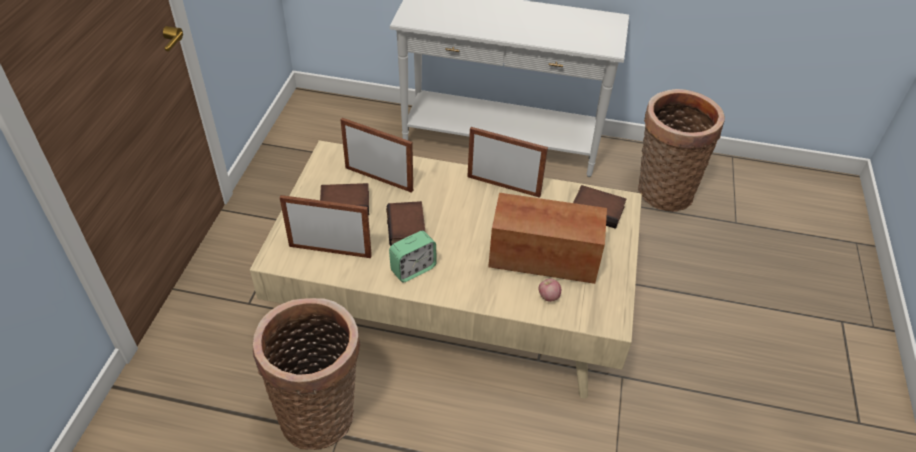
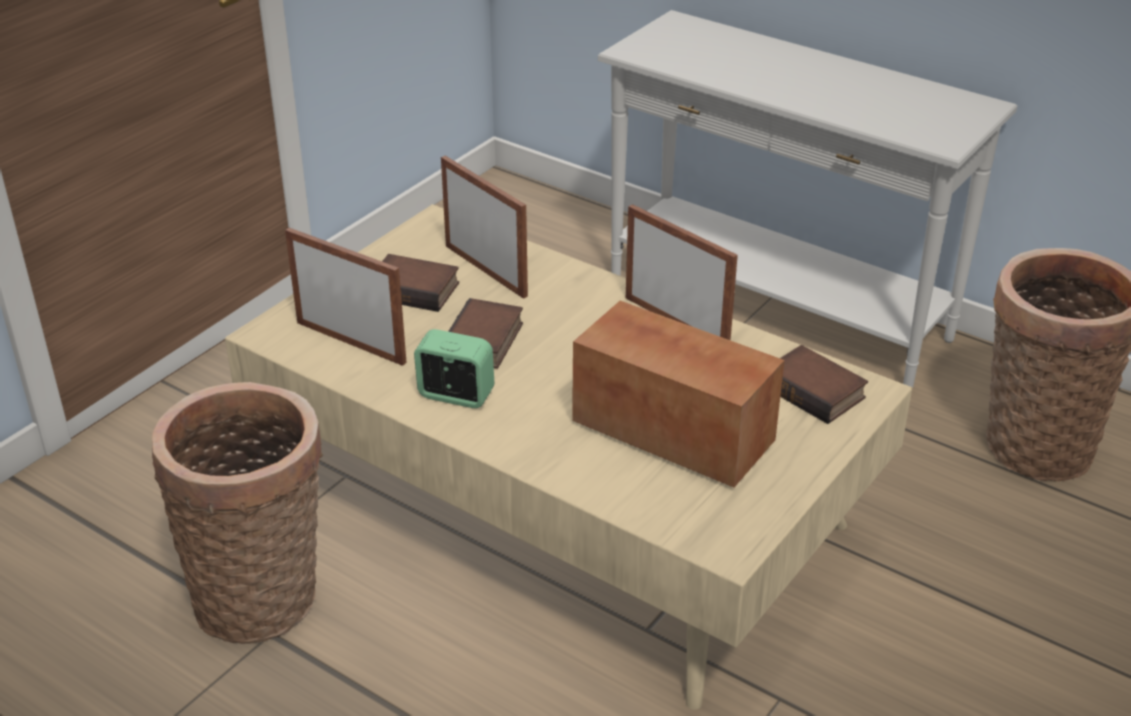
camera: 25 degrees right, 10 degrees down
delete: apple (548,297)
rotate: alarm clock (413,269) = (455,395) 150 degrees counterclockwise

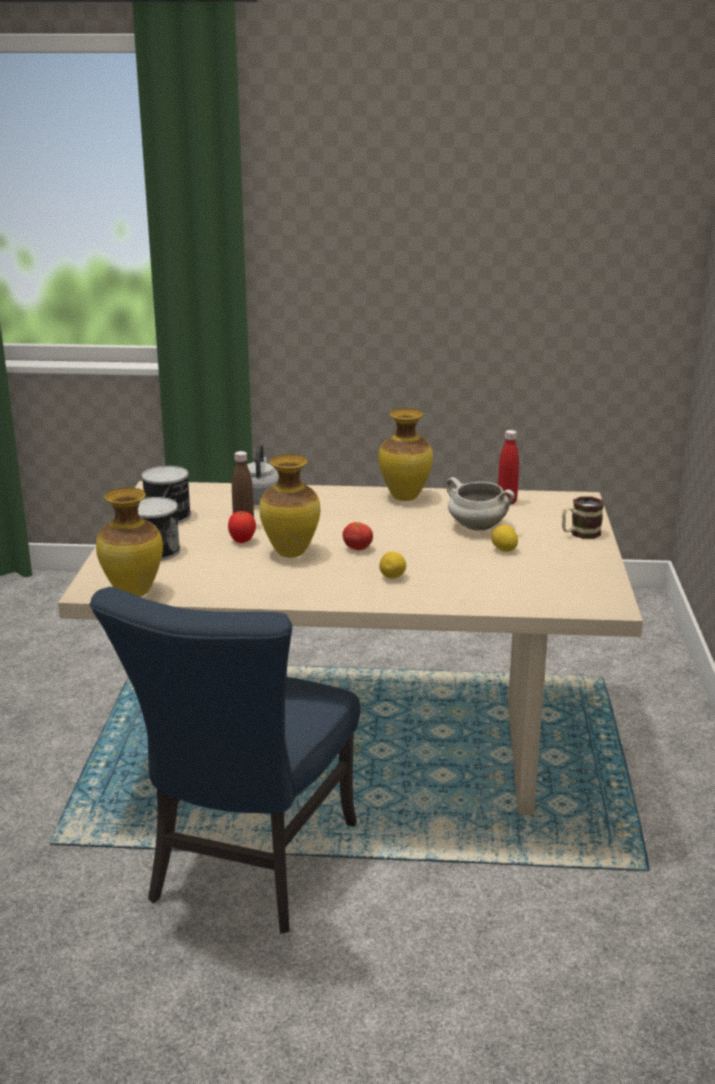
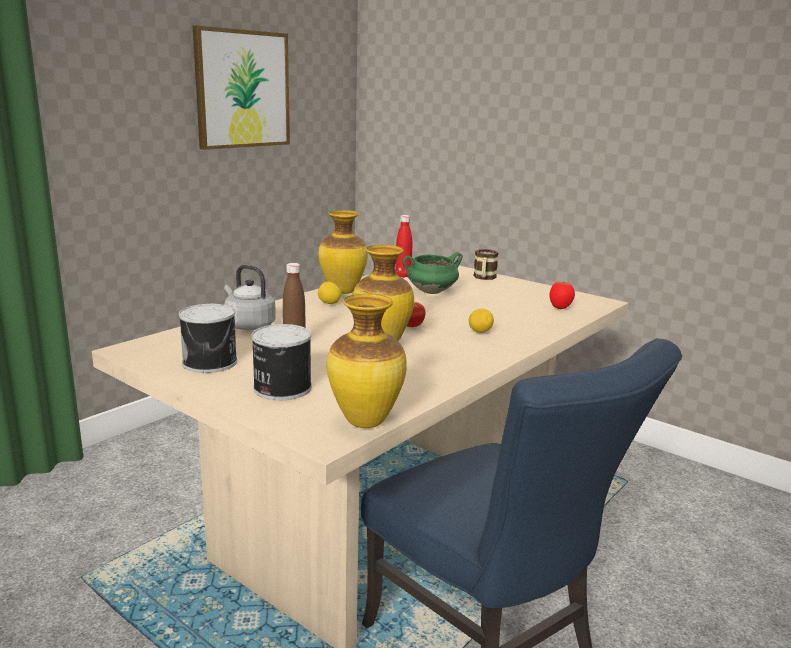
camera: 55 degrees left, 5 degrees down
insert: picture (242,89)
move: lemon (504,550) to (329,303); tomato (242,541) to (560,308)
recolor: white cooking pot (476,527) to green cooking pot (431,292)

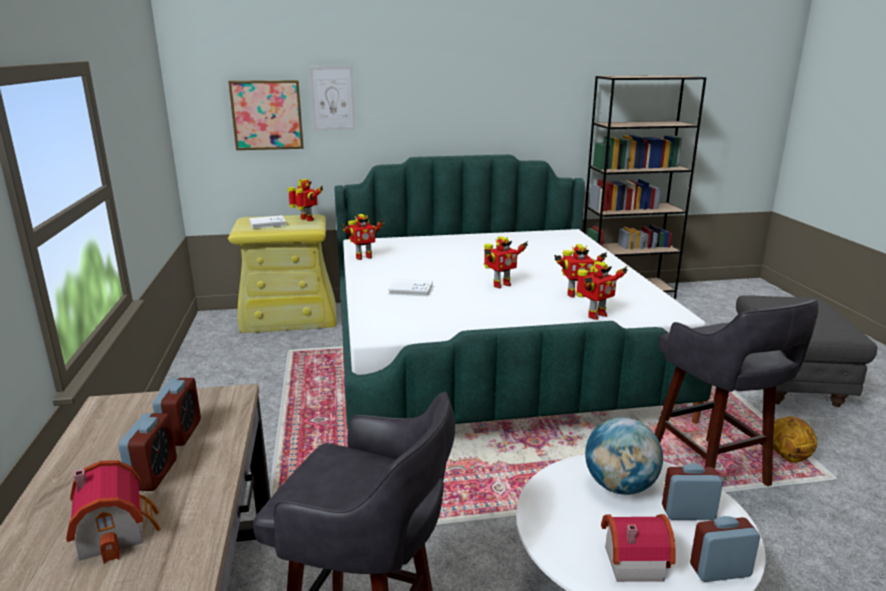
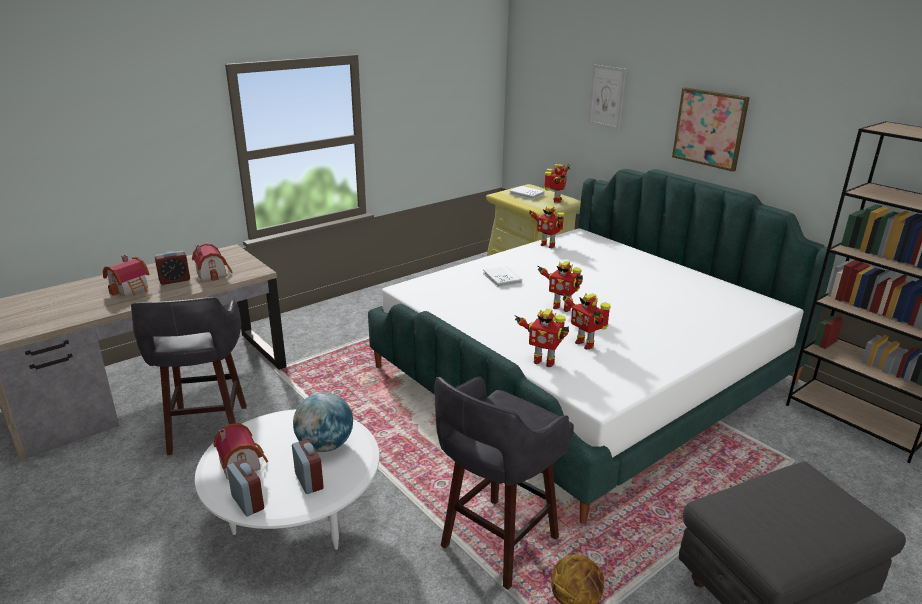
camera: 60 degrees right, 5 degrees up
move: picture (267,115) to (710,128)
replace: alarm clock (181,433) to toy house (213,273)

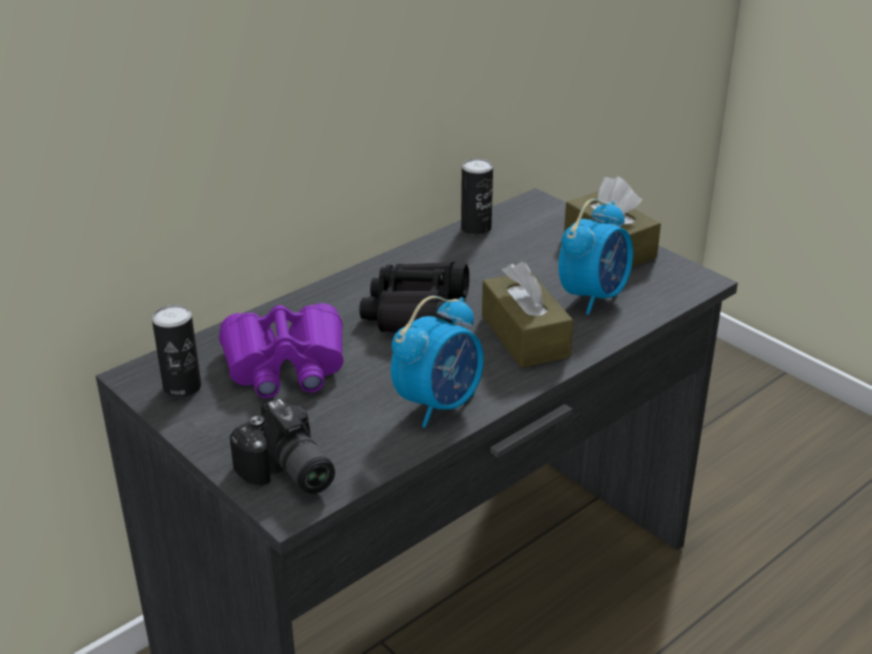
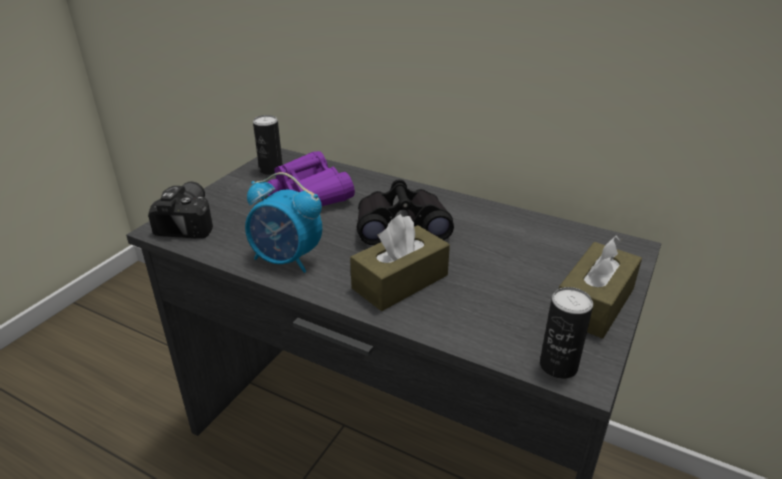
camera: 70 degrees right, 0 degrees up
delete: alarm clock (594,296)
move: can (476,228) to (558,366)
rotate: photo camera (286,474) = (191,221) 150 degrees clockwise

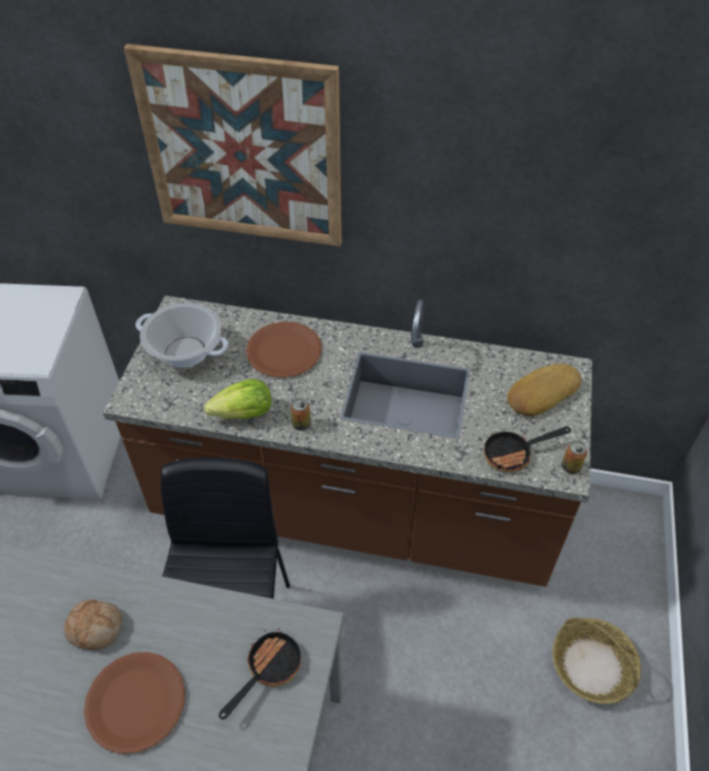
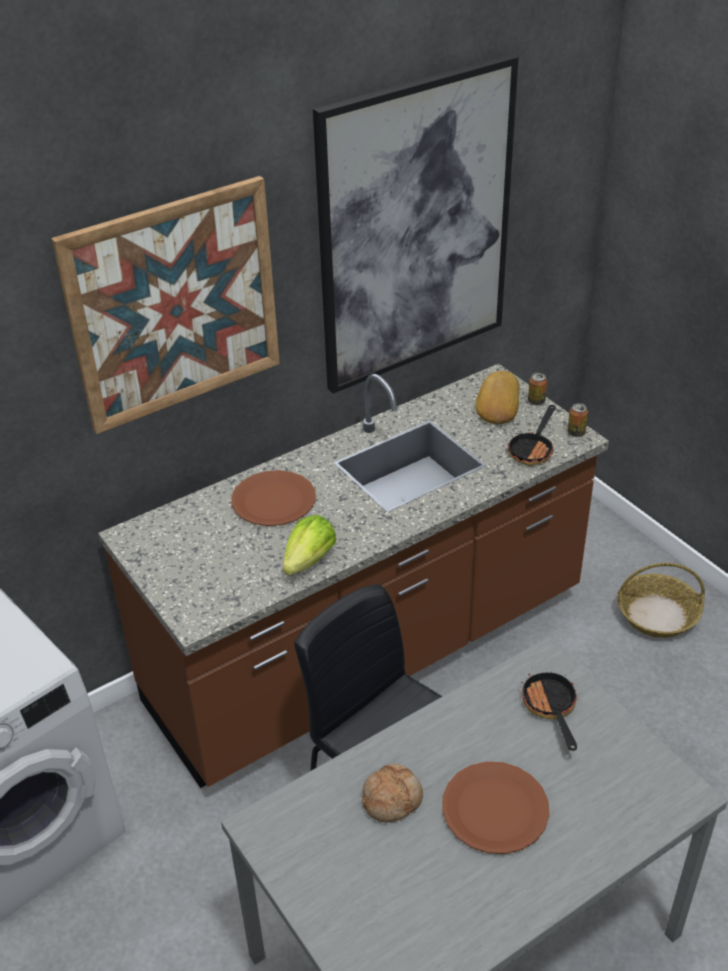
camera: 45 degrees left, 10 degrees down
delete: cooking pot (186,351)
insert: picture (415,228)
move: can (301,424) to (536,401)

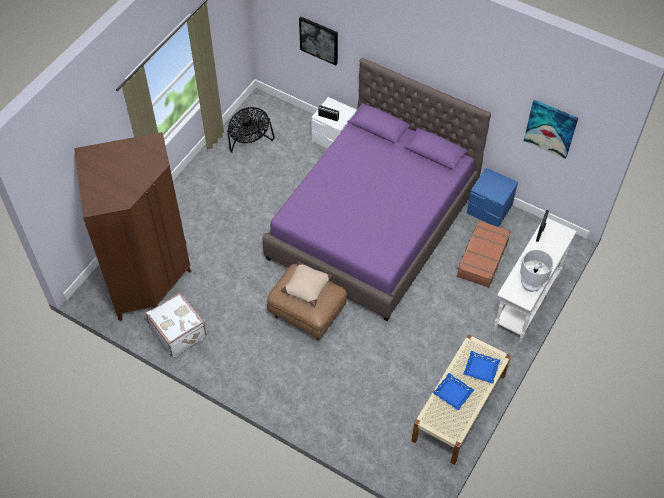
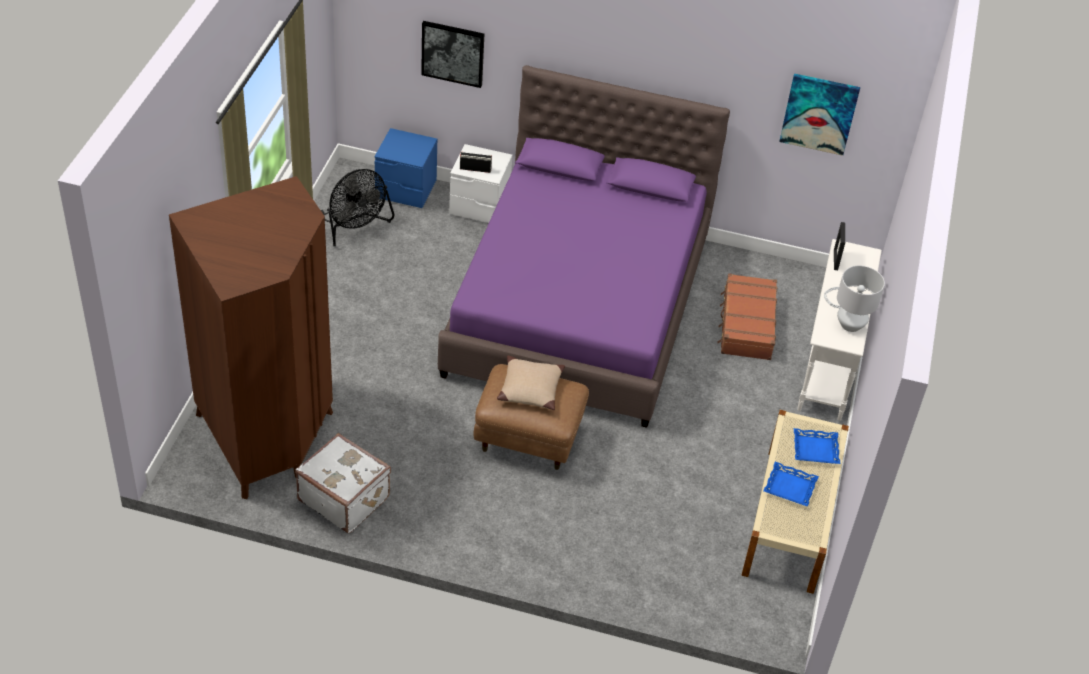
camera: 20 degrees left, 10 degrees down
move: blue nightstand (489,209) to (406,189)

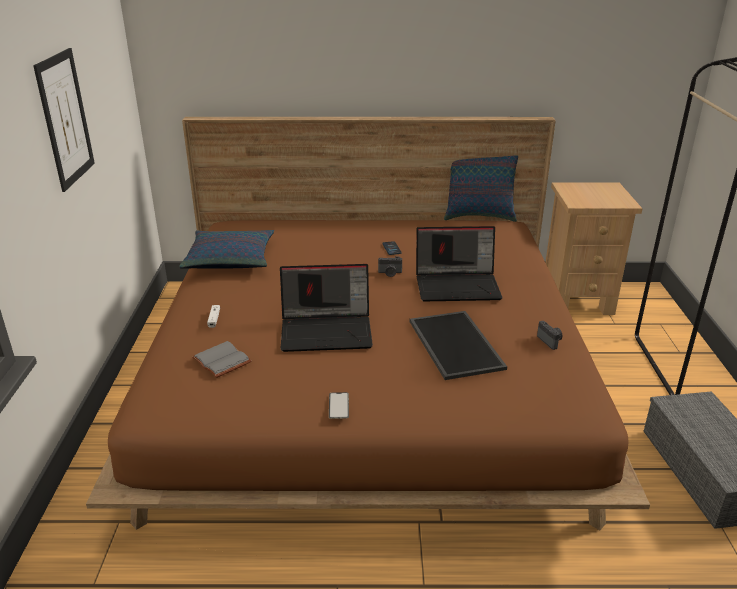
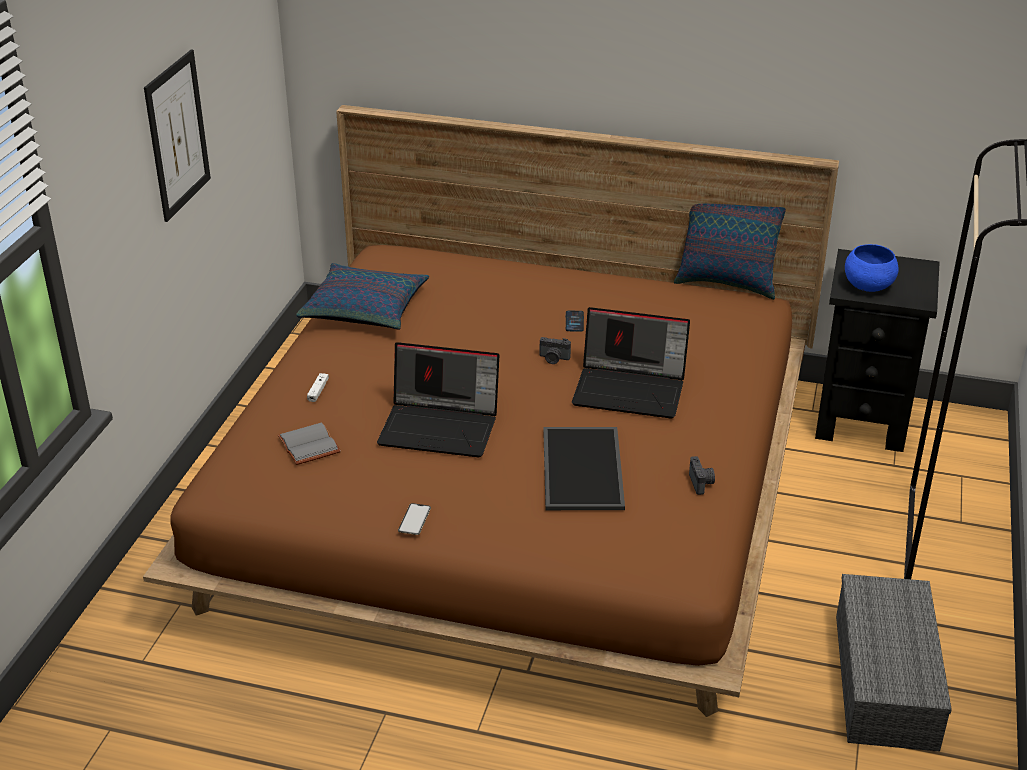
camera: 15 degrees right, 5 degrees up
insert: blue bowl (867,286)
recolor: beige nightstand (578,300) to black nightstand (862,422)

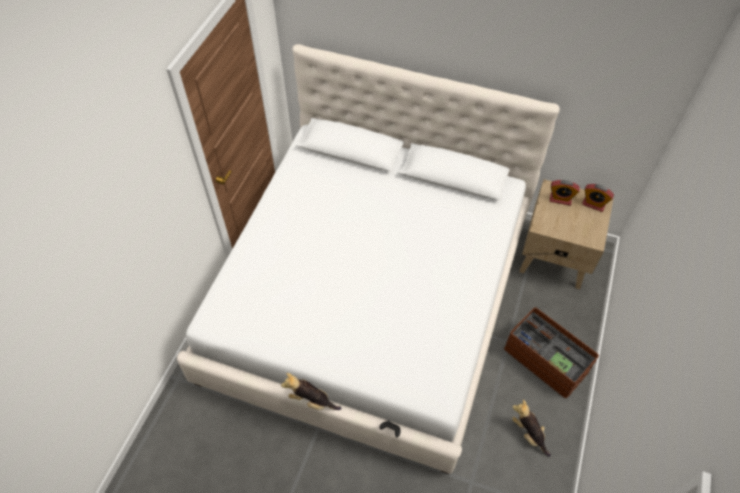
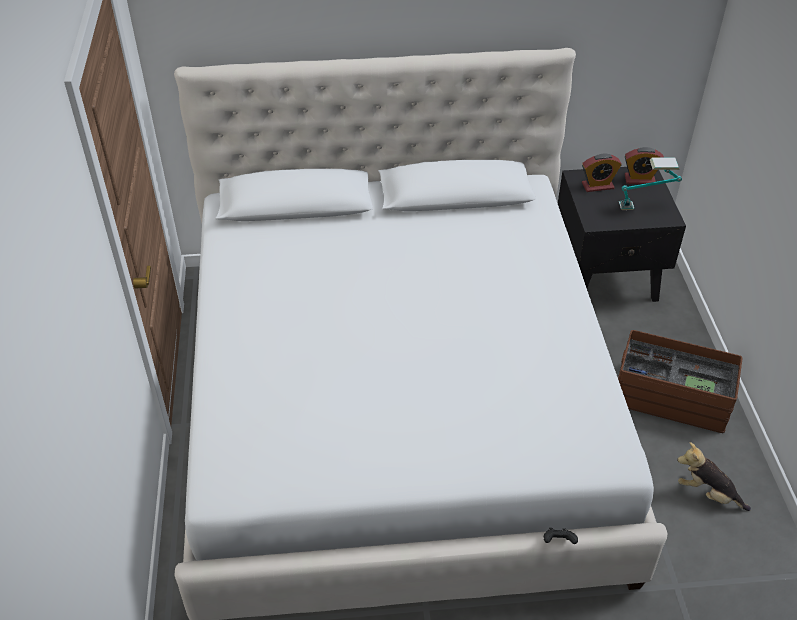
camera: 25 degrees left, 10 degrees down
delete: plush toy (311,400)
insert: table lamp (646,206)
recolor: beige nightstand (555,257) to black nightstand (607,275)

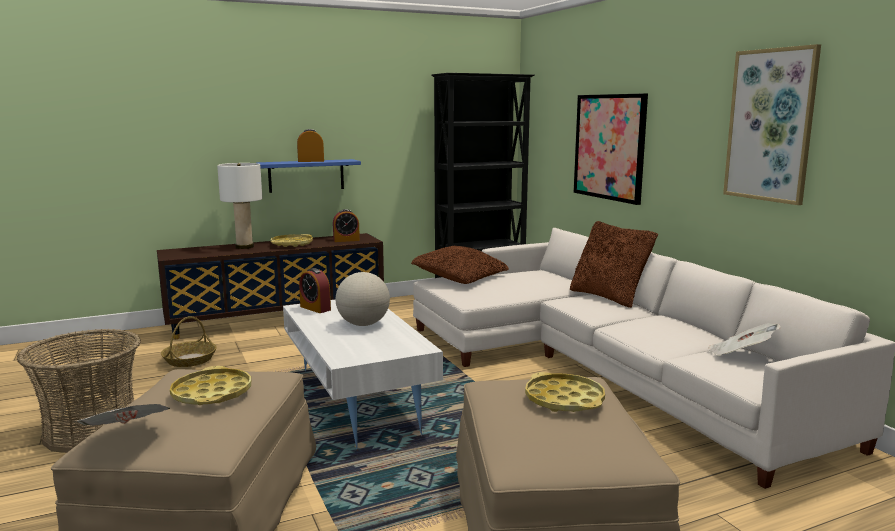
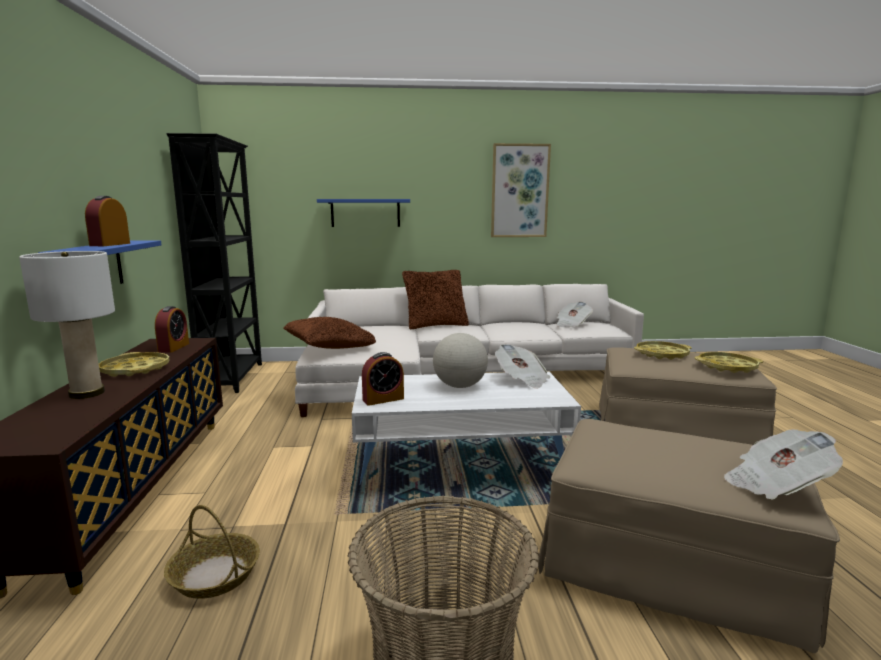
camera: 70 degrees left, 0 degrees up
insert: newspaper (522,380)
move: yellow tray (212,394) to (727,367)
replace: picture (609,147) to blue shelf (365,213)

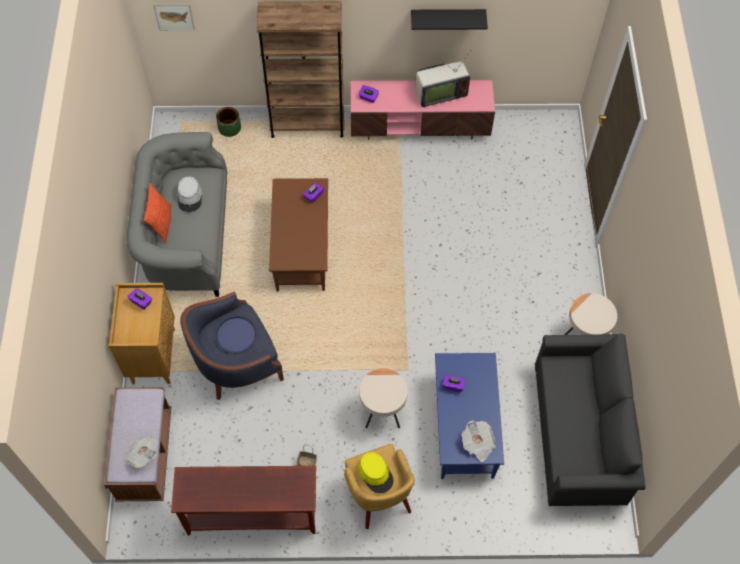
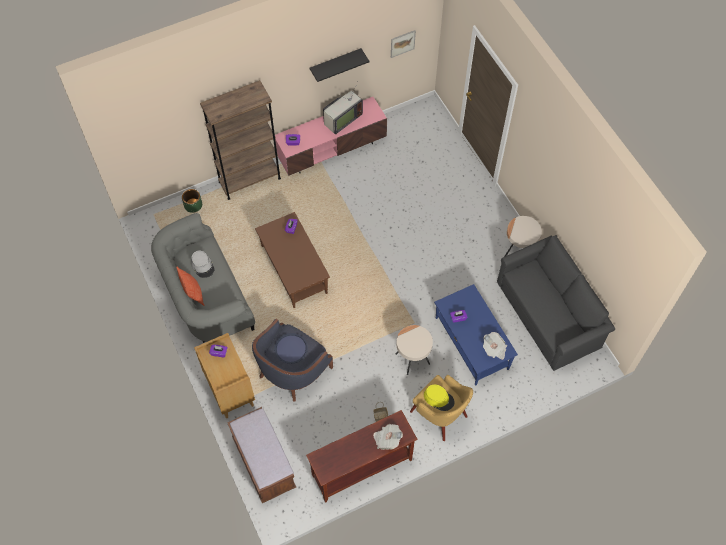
camera: 25 degrees left, 0 degrees up
move: newspaper (142,454) to (387,439); picture (174,16) to (402,43)

